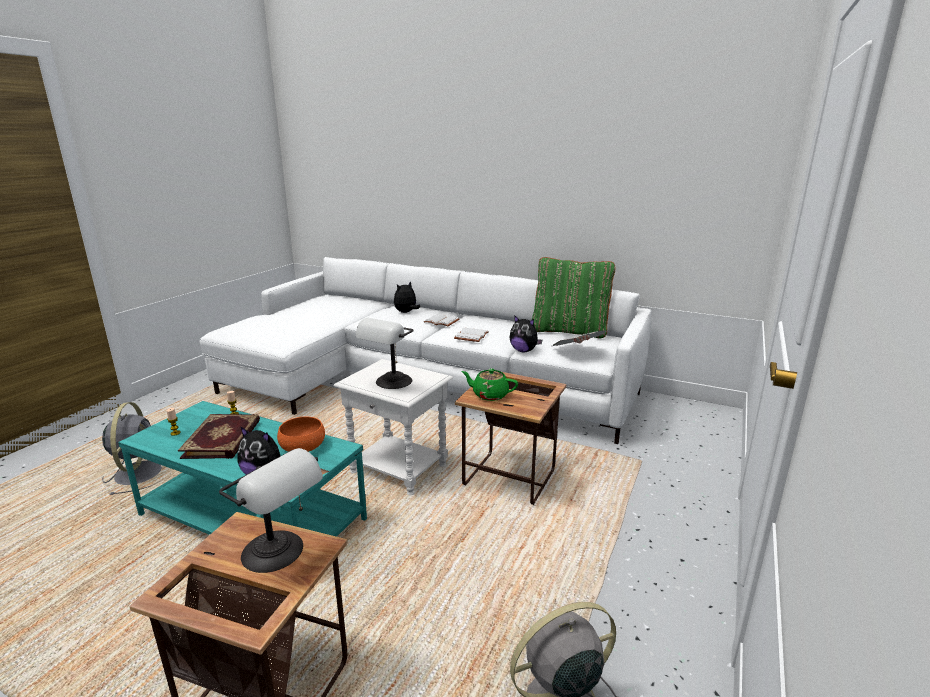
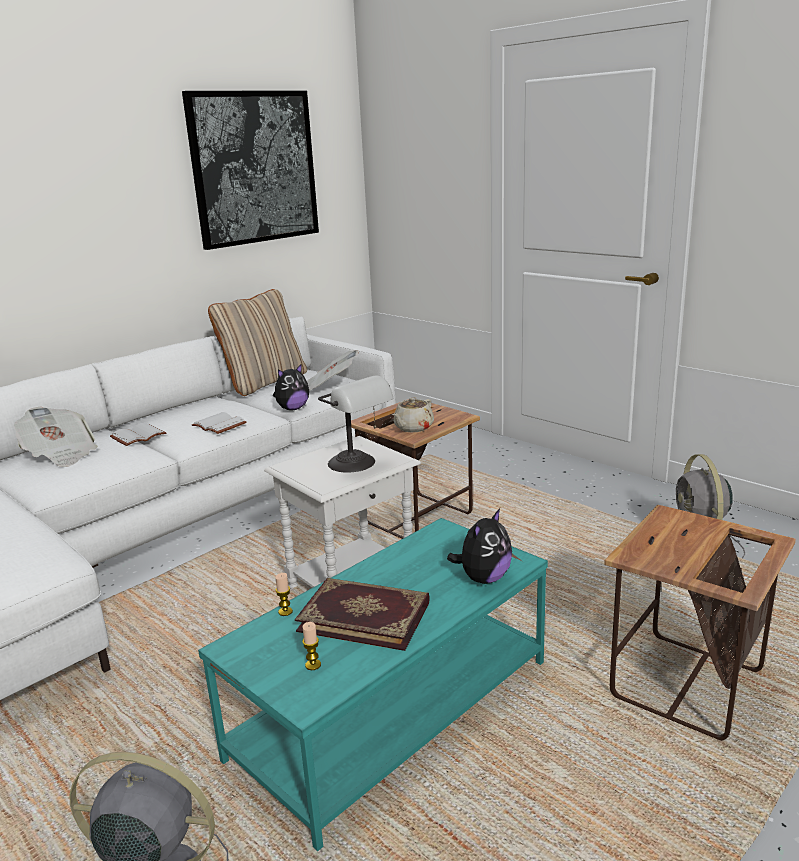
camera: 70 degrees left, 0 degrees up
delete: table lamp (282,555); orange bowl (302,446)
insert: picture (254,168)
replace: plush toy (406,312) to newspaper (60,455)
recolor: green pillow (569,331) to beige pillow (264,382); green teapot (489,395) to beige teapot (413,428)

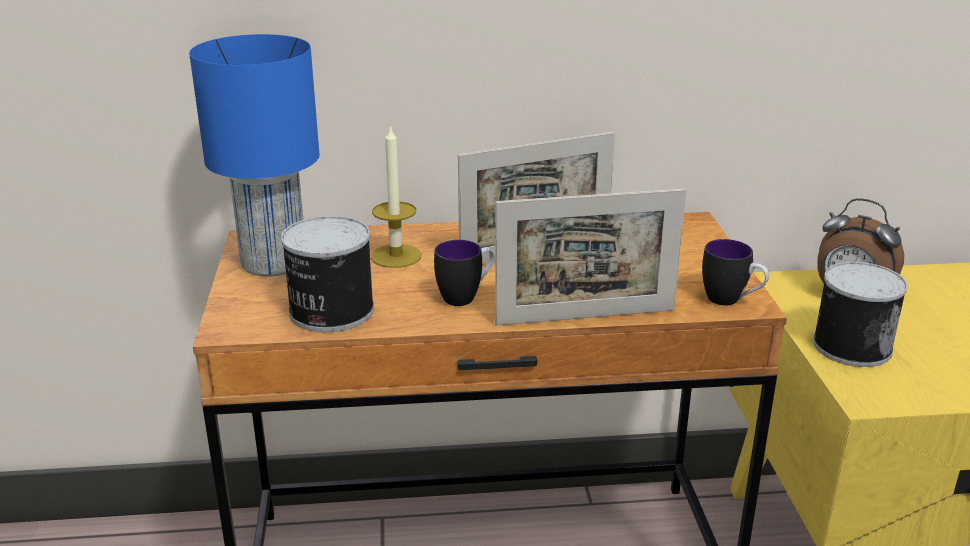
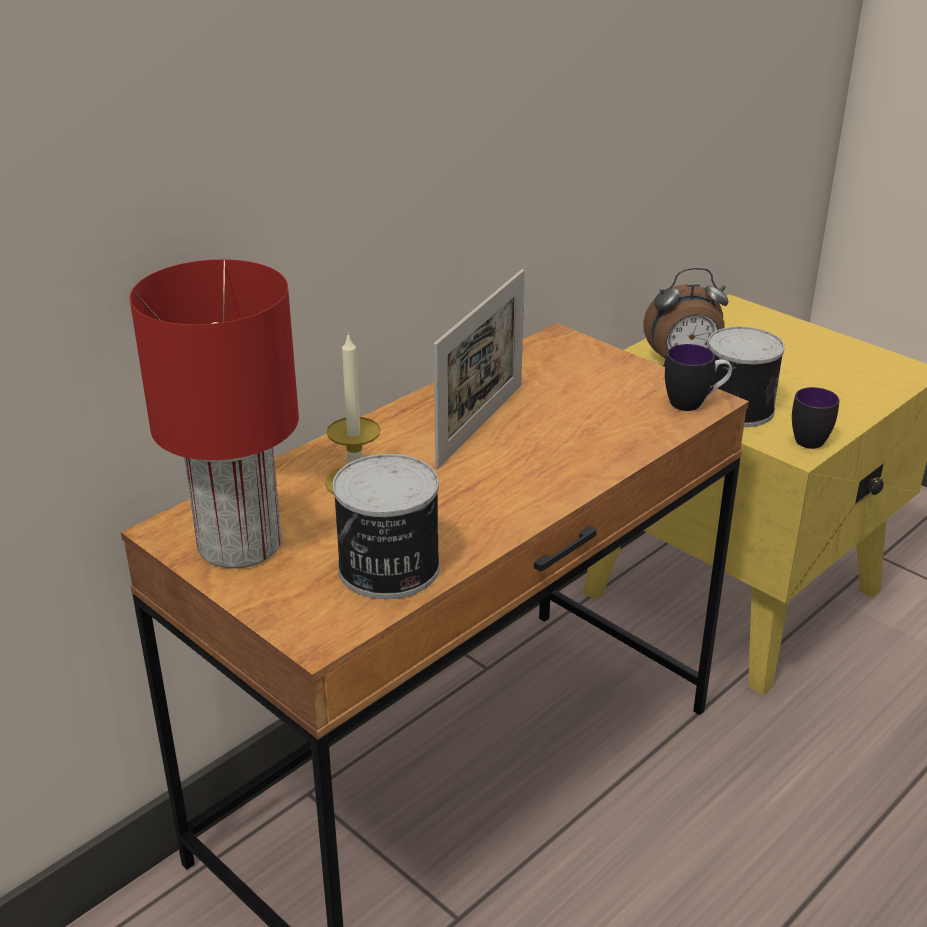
camera: 40 degrees left, 5 degrees up
delete: picture frame (585,317)
move: mug (466,296) to (809,437)
recolor: blue table lamp (276,262) to red table lamp (242,543)

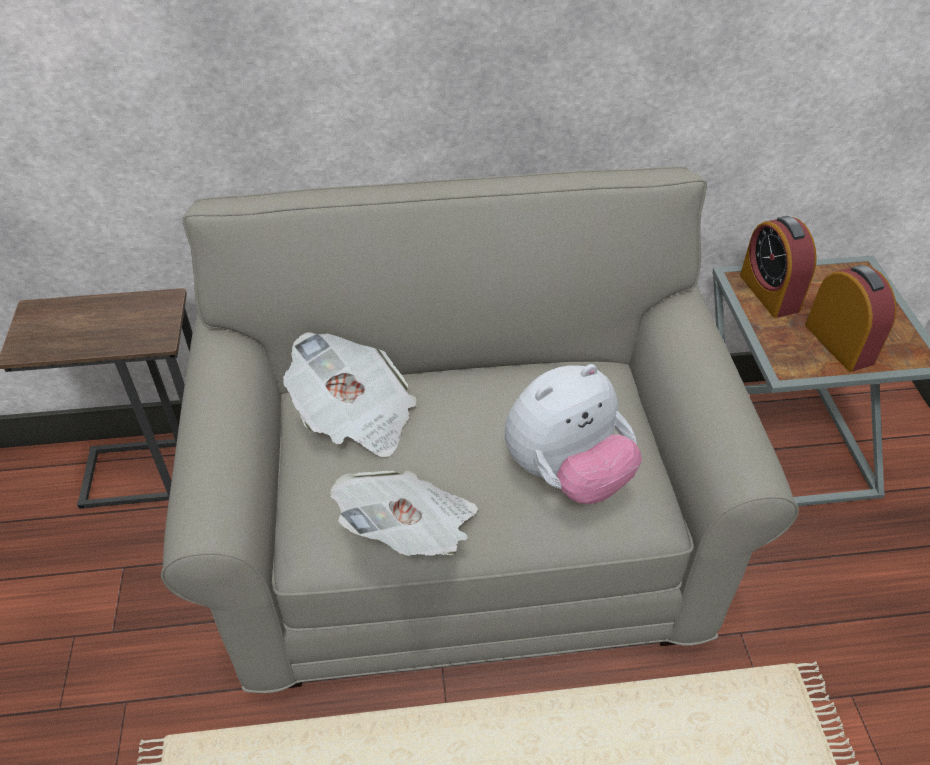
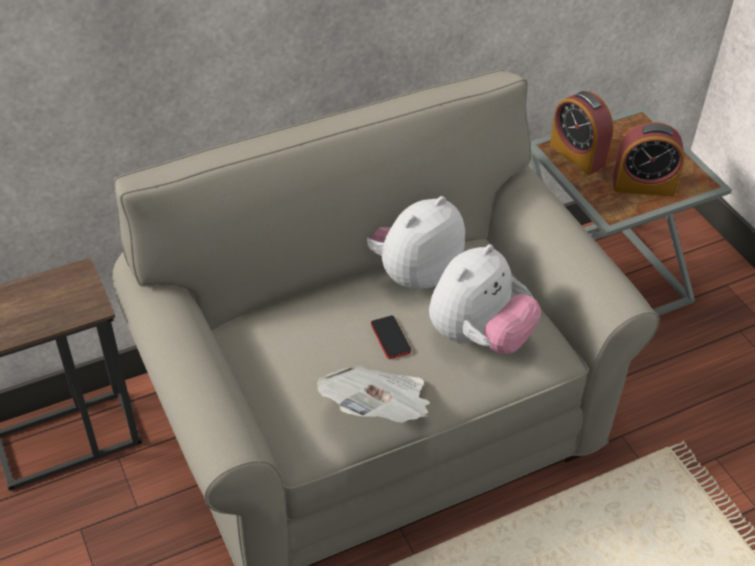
camera: 20 degrees left, 0 degrees up
delete: newspaper (355,415)
insert: plush toy (411,271); phone (390,338)
rotate: alarm clock (839,344) = (643,185) 135 degrees clockwise

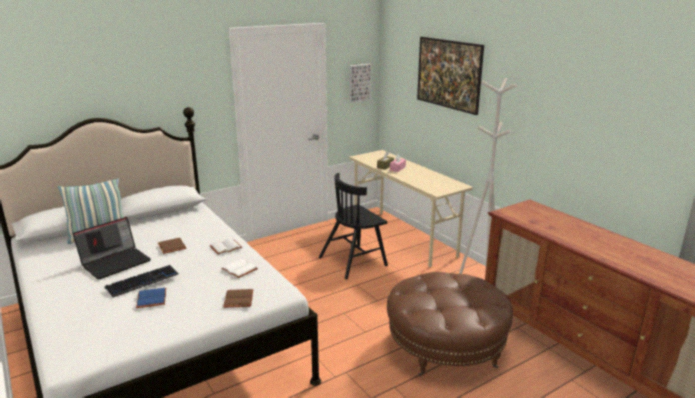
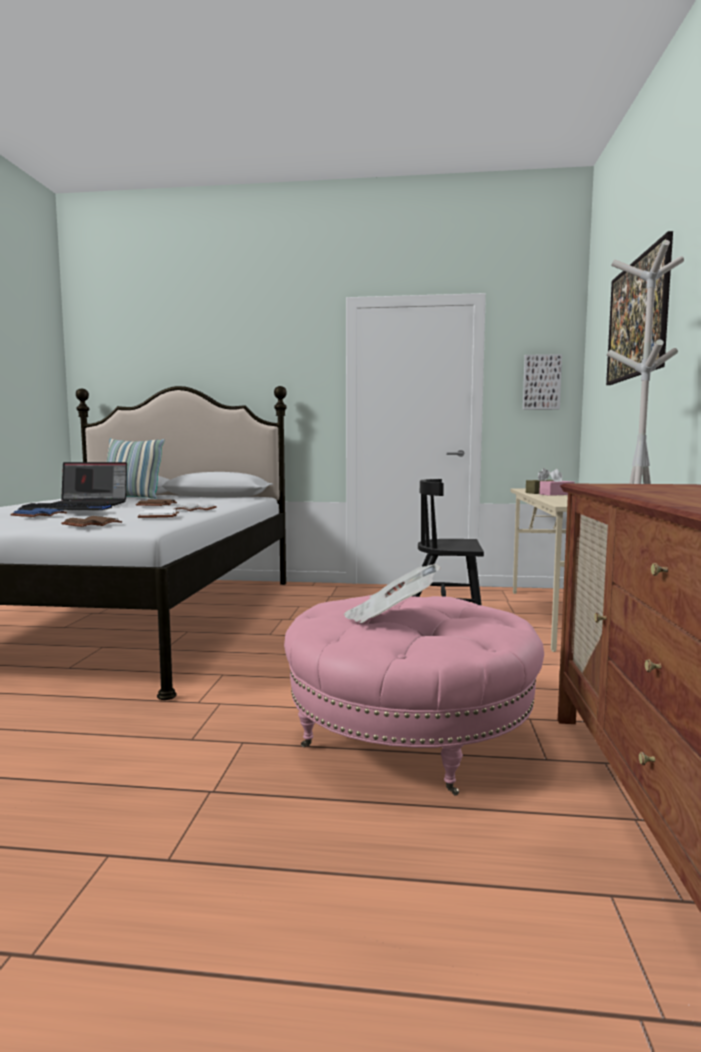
camera: 40 degrees right, 15 degrees down
insert: newspaper (390,618)
recolor: brown ottoman (445,347) to pink ottoman (409,734)

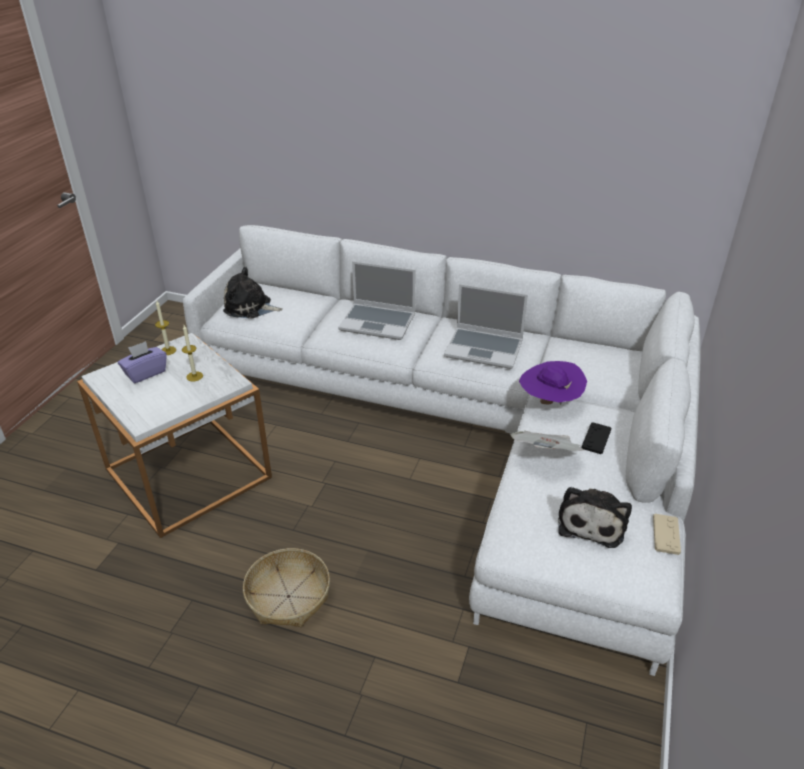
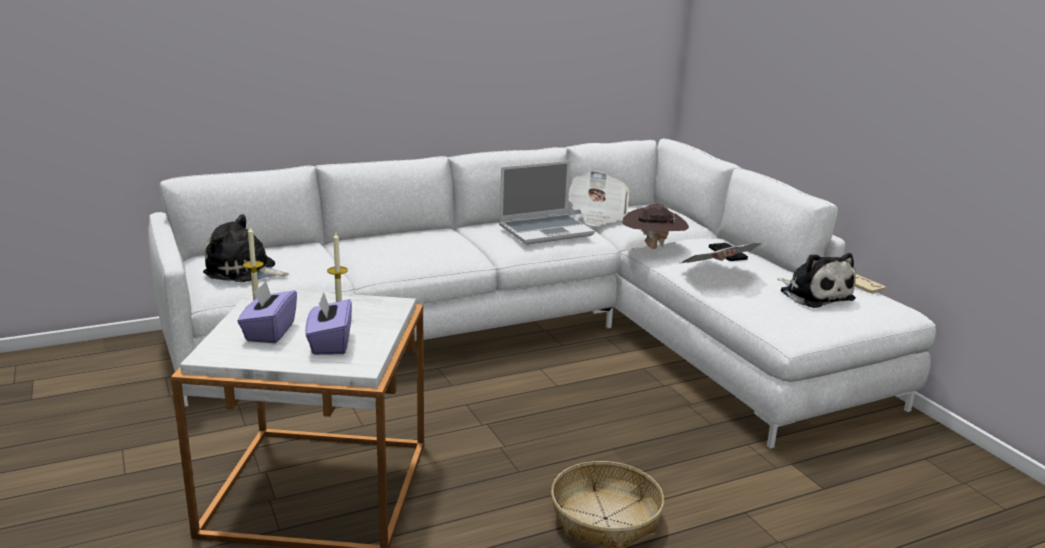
camera: 45 degrees left, 15 degrees down
delete: laptop (379,322)
insert: purple tissue box (330,343); newspaper (597,216)
recolor: purple hat (549,402) to brown hat (652,248)
rotate: plush toy (250,307) = (244,271) 45 degrees clockwise

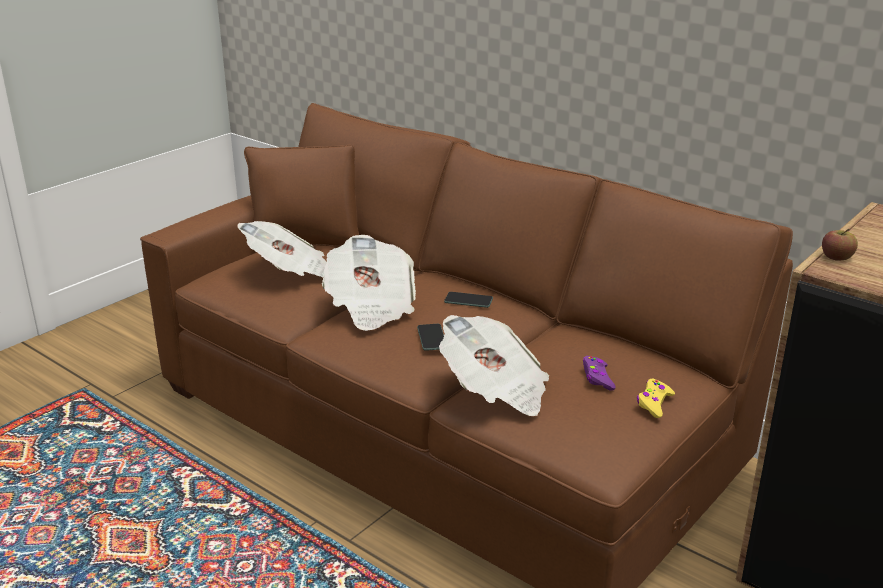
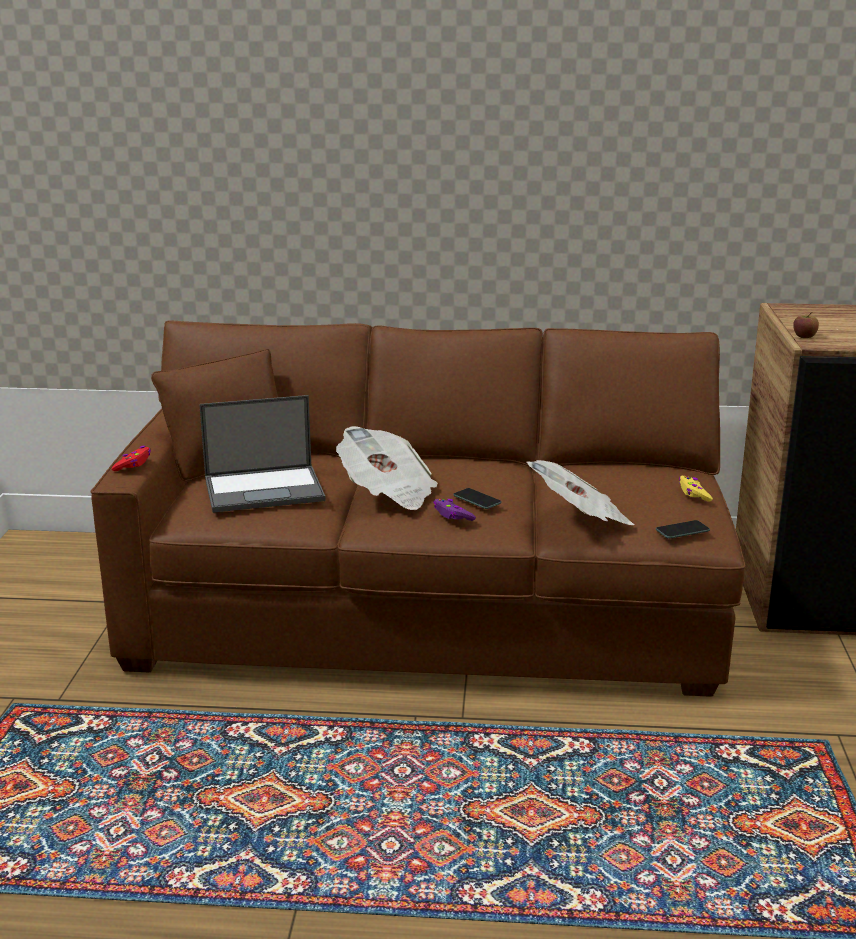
camera: 35 degrees left, 5 degrees down
insert: red game controller (133,464)
move: purple game controller (597,378) to (453,515); phone (468,300) to (682,530)
replace: newspaper (290,272) to laptop (265,489)

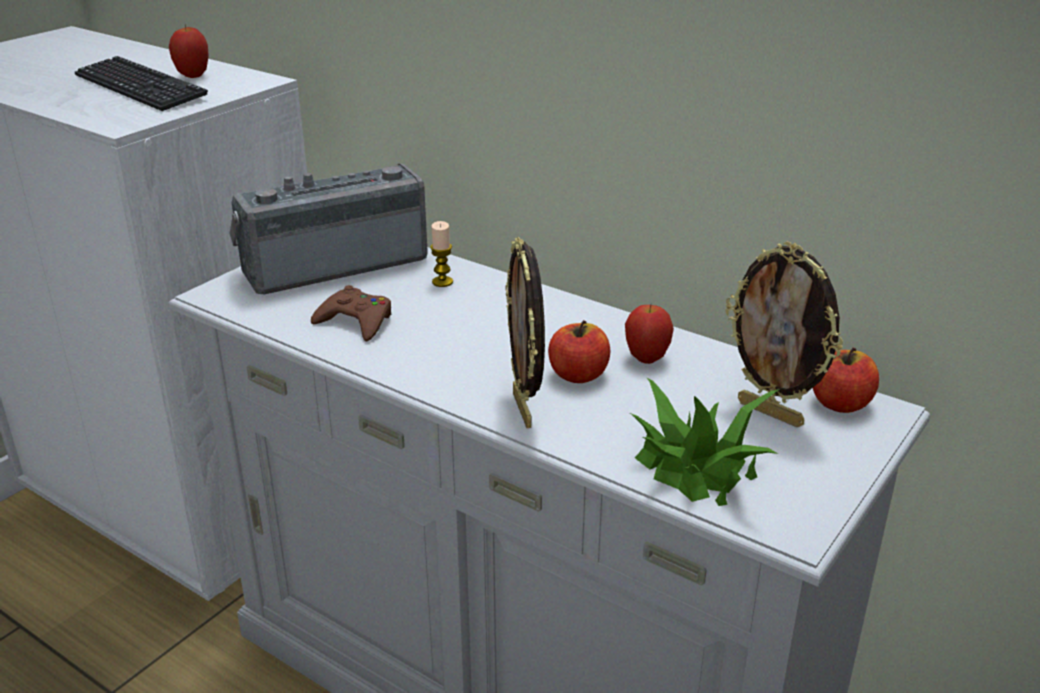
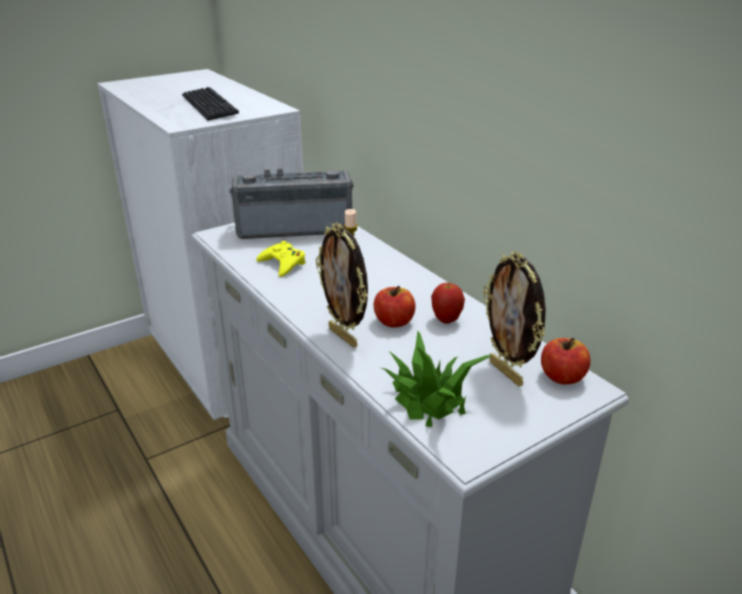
camera: 20 degrees right, 0 degrees up
delete: apple (193,76)
recolor: brown game controller (356,321) to yellow game controller (283,264)
rotate: picture frame (524,410) = (344,337) 45 degrees counterclockwise

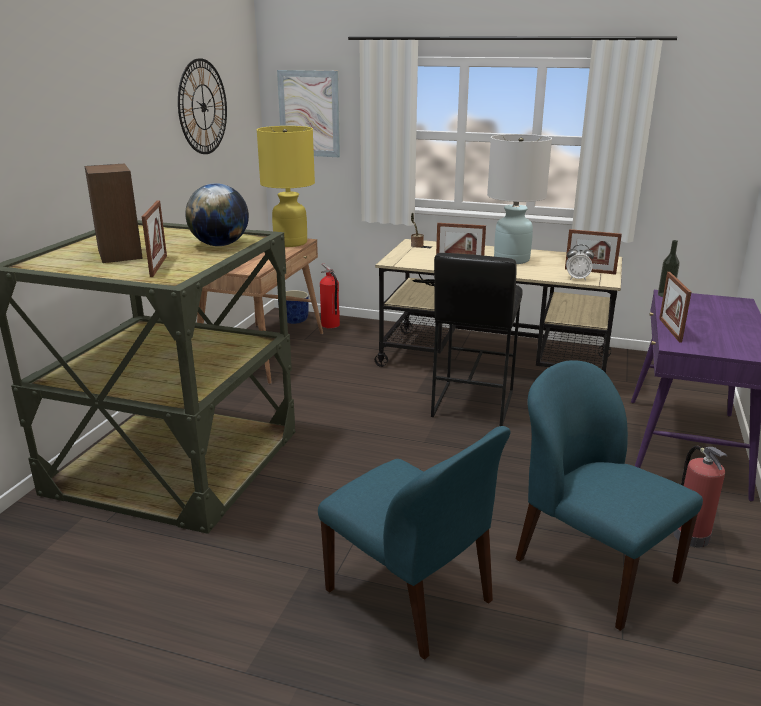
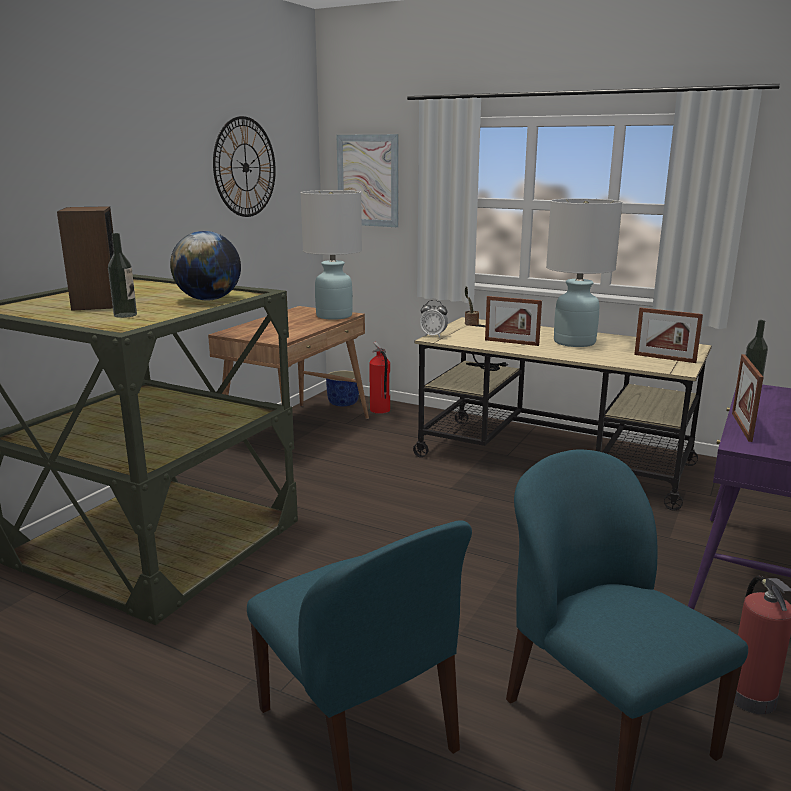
camera: 10 degrees right, 5 degrees down
delete: black stool (472,404)
move: alarm clock (577,278) to (433,336)
replace: picture frame (158,266) to bottle (125,315)
recolor: yellow table lamp (291,243) to white table lamp (334,316)

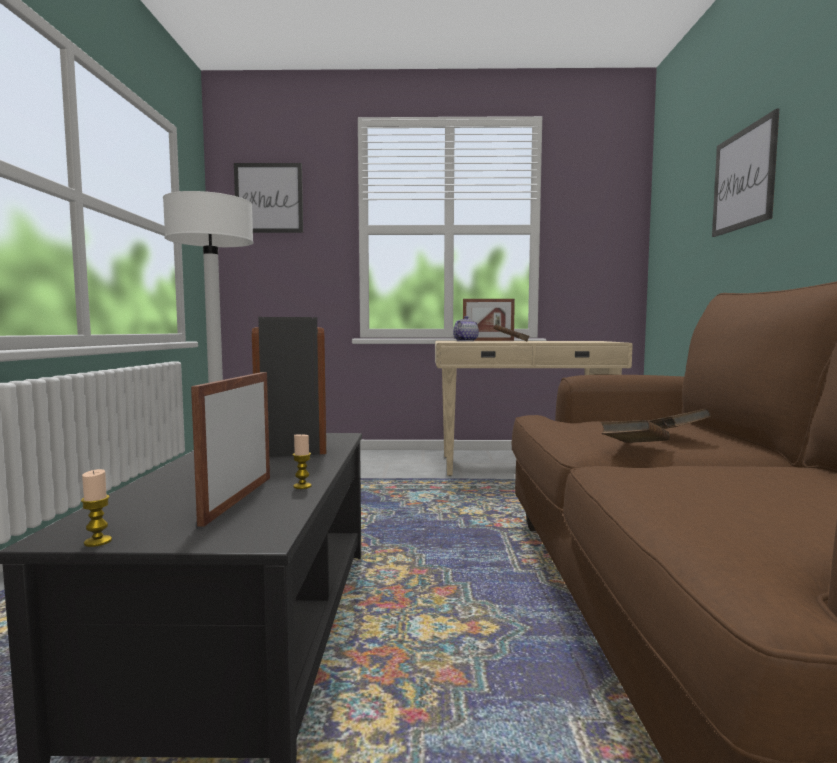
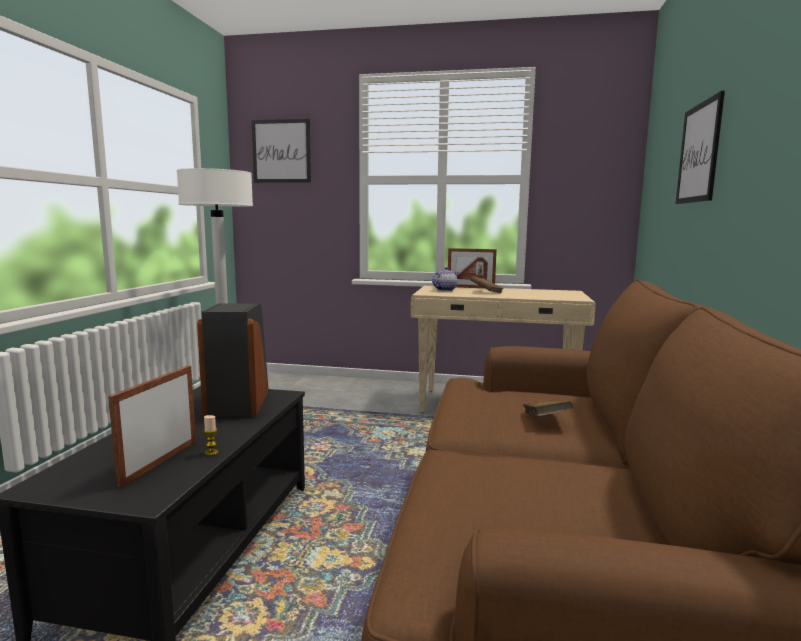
camera: 10 degrees right, 5 degrees up
delete: candle (98,541); brown book (634,449)

